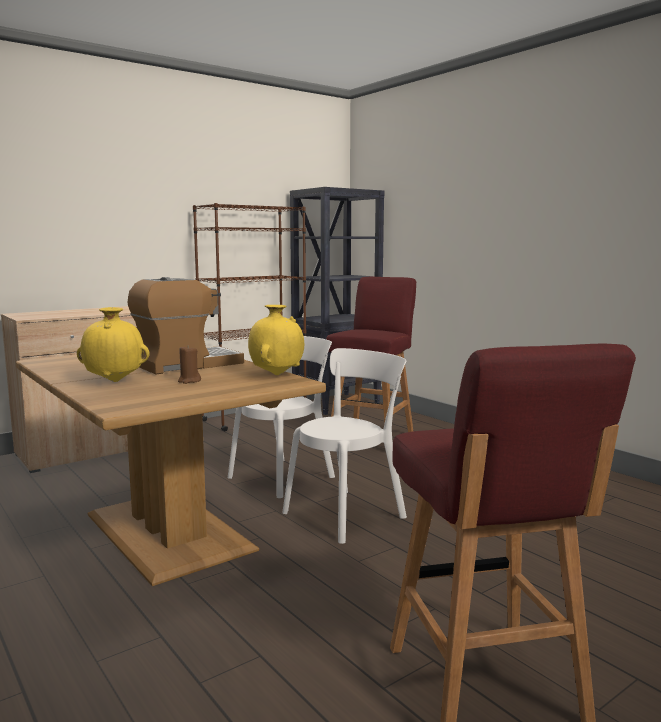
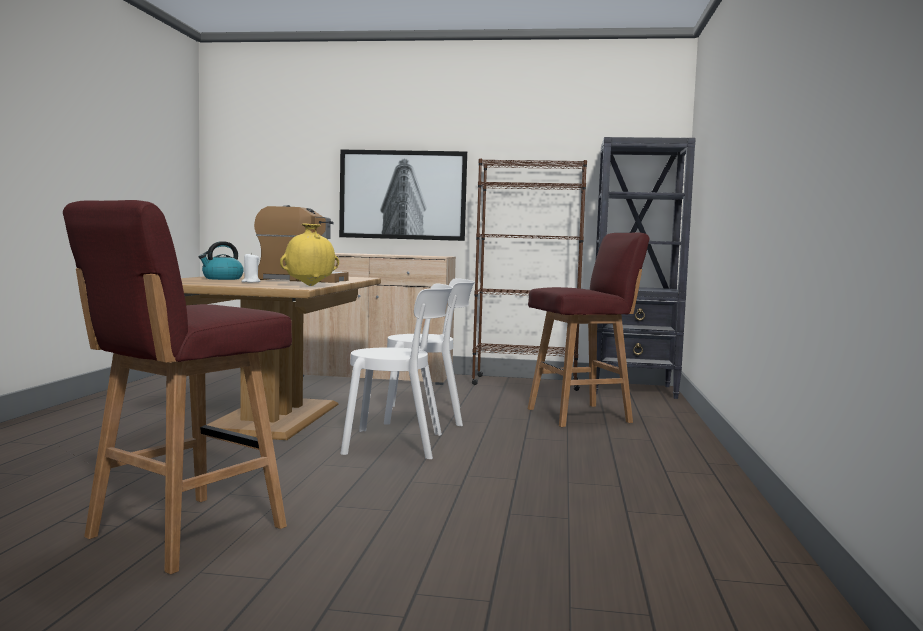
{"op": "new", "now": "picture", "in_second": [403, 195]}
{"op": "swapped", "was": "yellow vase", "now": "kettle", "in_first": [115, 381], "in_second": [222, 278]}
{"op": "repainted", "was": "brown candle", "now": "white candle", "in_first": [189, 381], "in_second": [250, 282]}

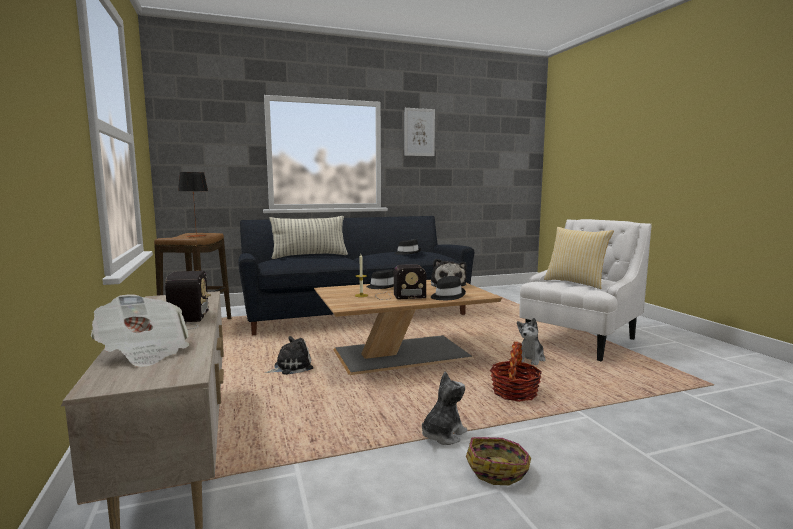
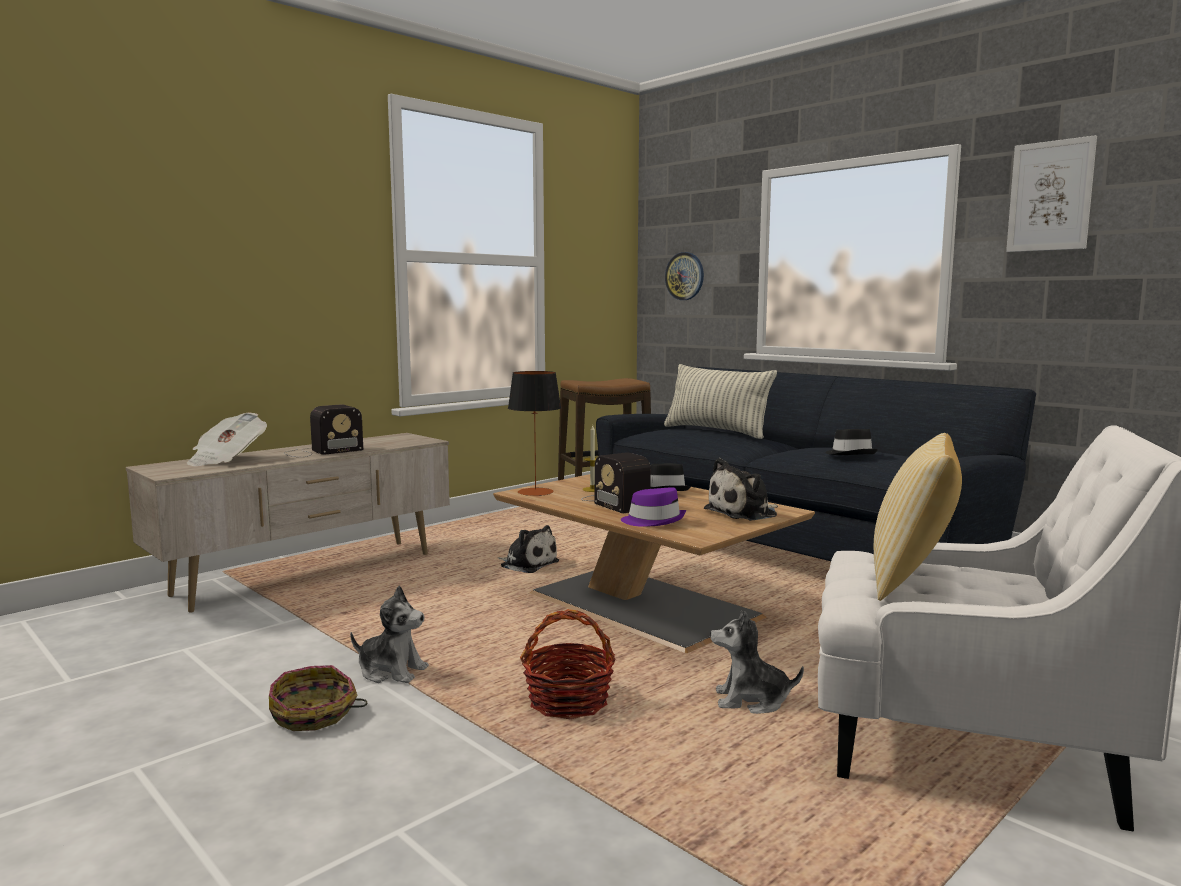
{"op": "new", "now": "wall clock", "in_second": [685, 276]}
{"op": "shifted", "was": "table lamp", "in_first": [196, 236], "in_second": [535, 492]}
{"op": "repainted", "was": "black hat", "now": "purple hat", "in_first": [447, 296], "in_second": [653, 521]}

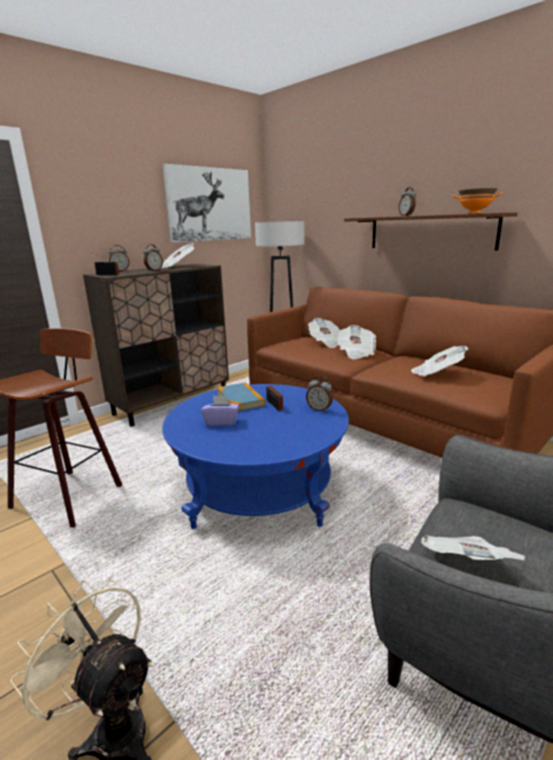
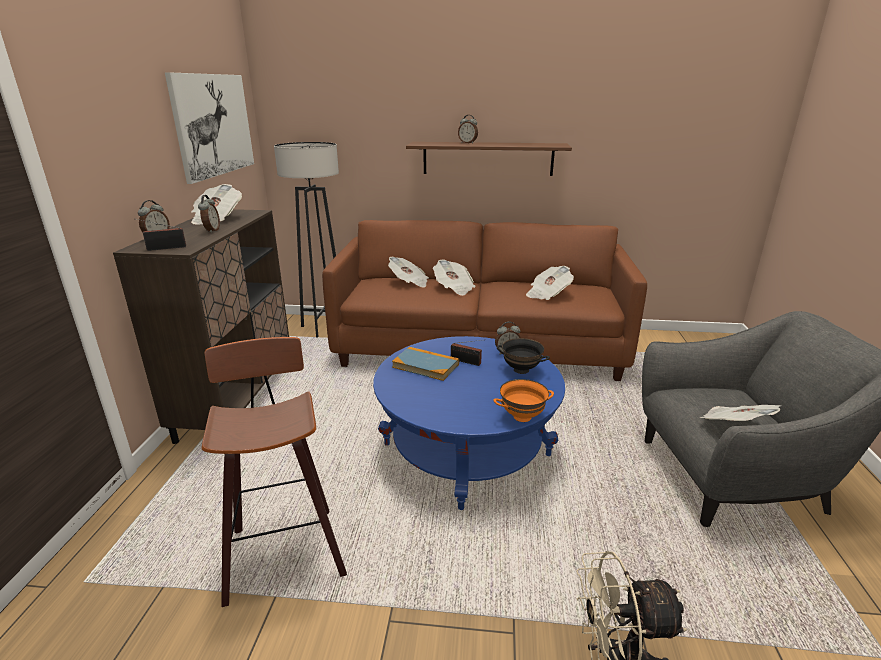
{"op": "gone", "was": "purple tissue box", "in_first": [221, 422]}
{"op": "new", "now": "black bowl", "in_second": [521, 370]}
{"op": "shifted", "was": "orange bowl", "in_first": [474, 213], "in_second": [522, 416]}

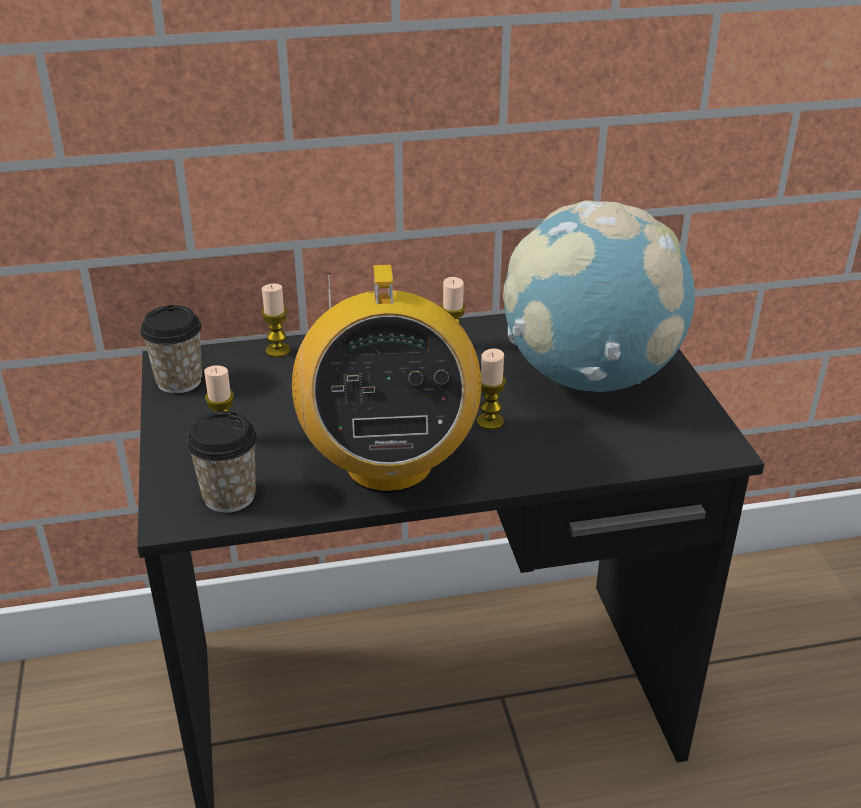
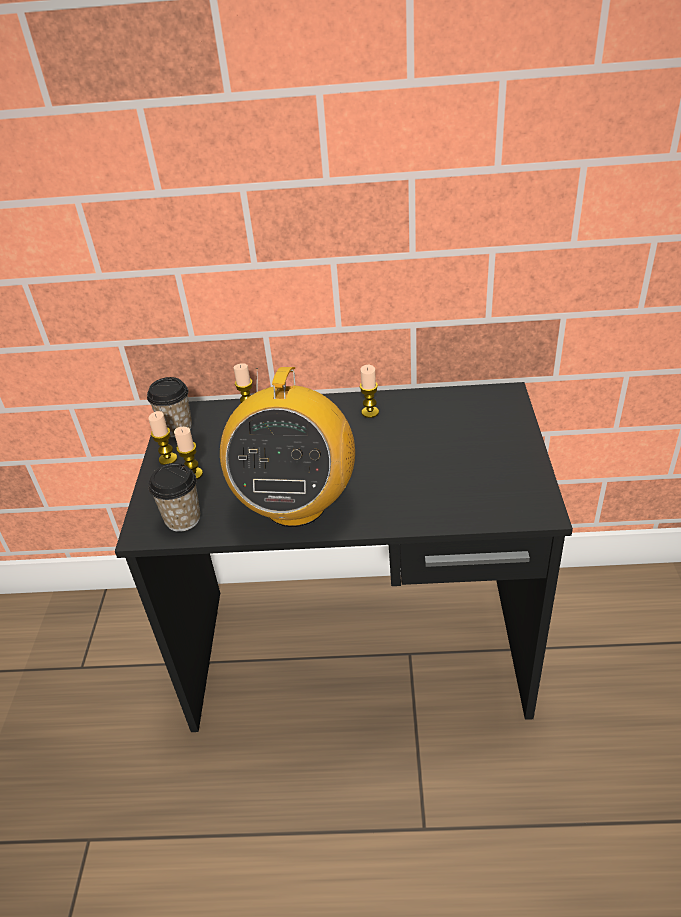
{"op": "gone", "was": "globe", "in_first": [590, 377]}
{"op": "shifted", "was": "candle", "in_first": [490, 422], "in_second": [168, 459]}

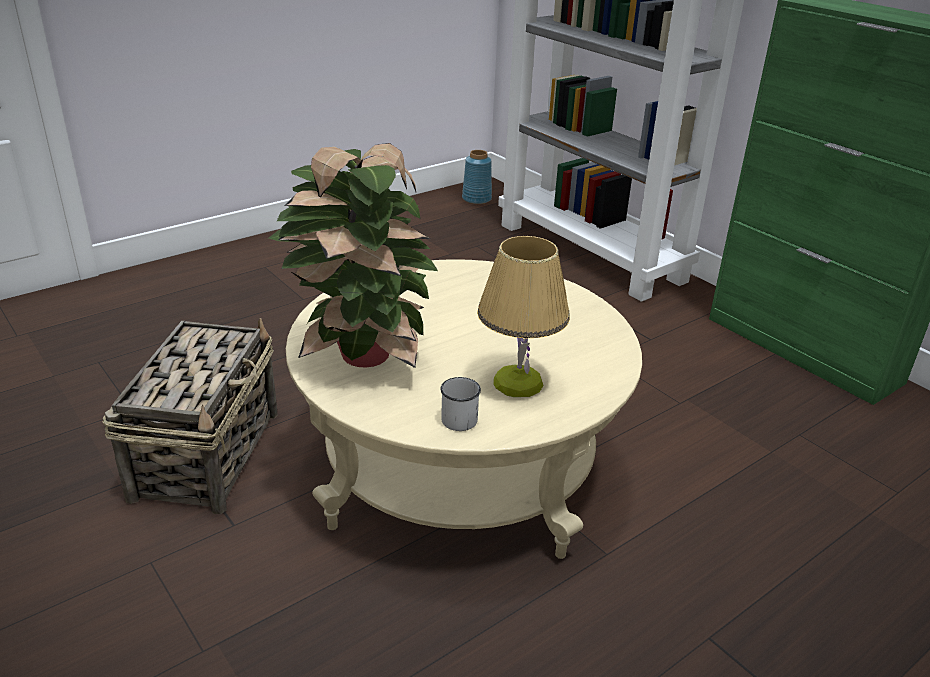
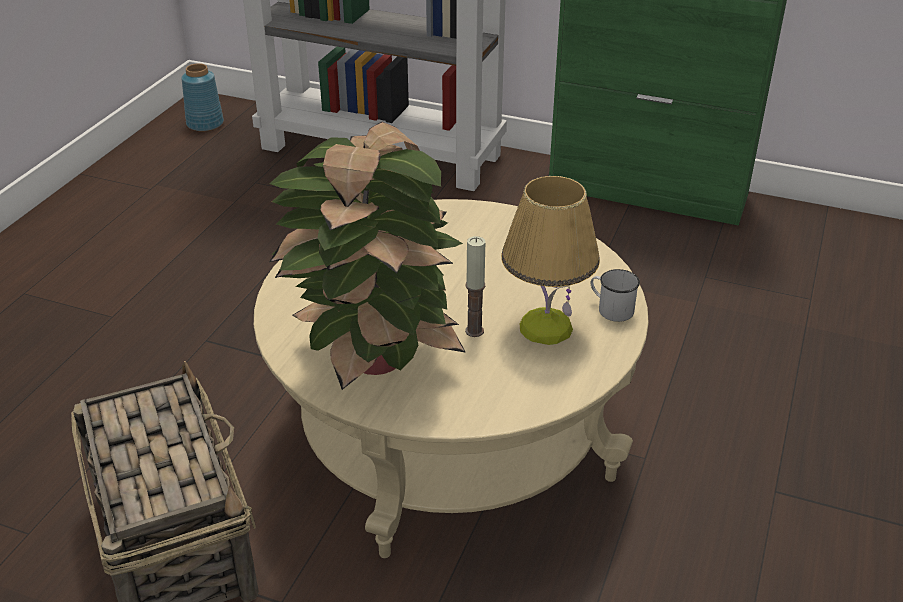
{"op": "new", "now": "candle", "in_second": [474, 331]}
{"op": "shifted", "was": "white mug", "in_first": [457, 416], "in_second": [610, 309]}

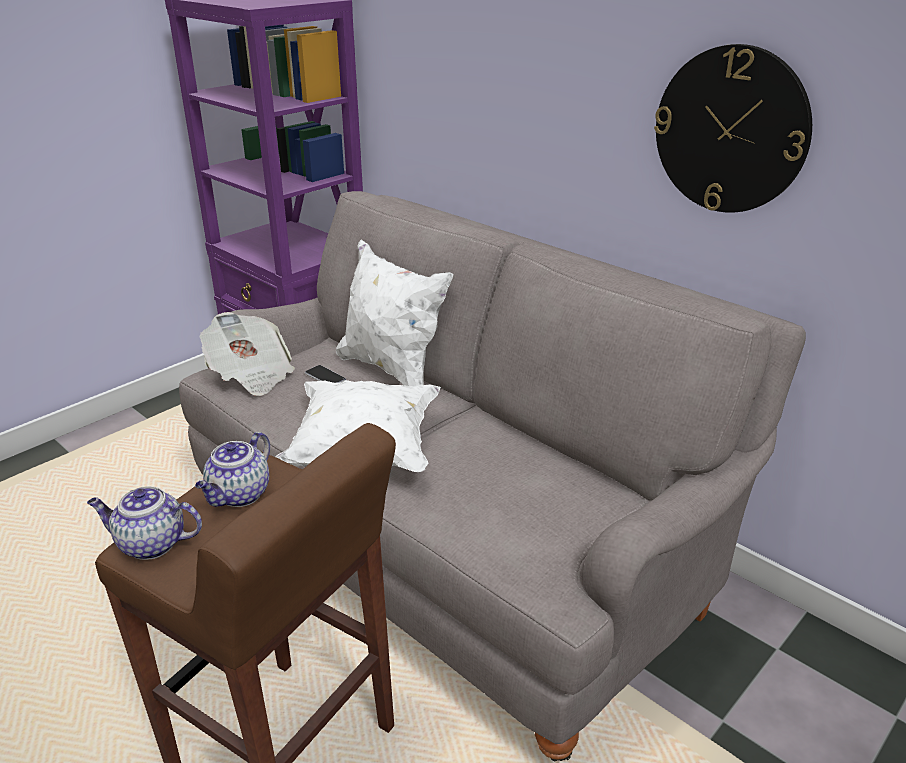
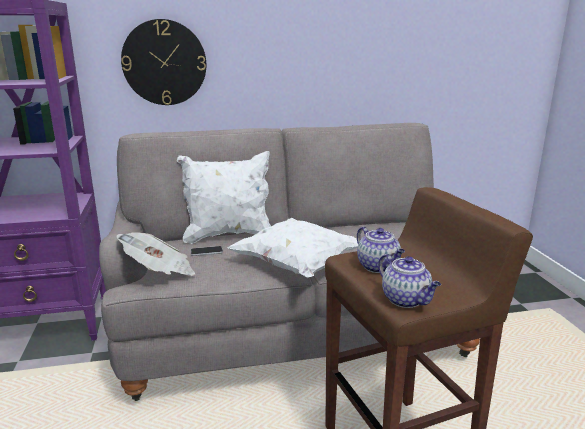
{"op": "shifted", "was": "wall clock", "in_first": [730, 130], "in_second": [164, 63]}
{"op": "rotated", "was": "teapot", "in_first": [150, 544], "in_second": [406, 300], "clockwise": -75}

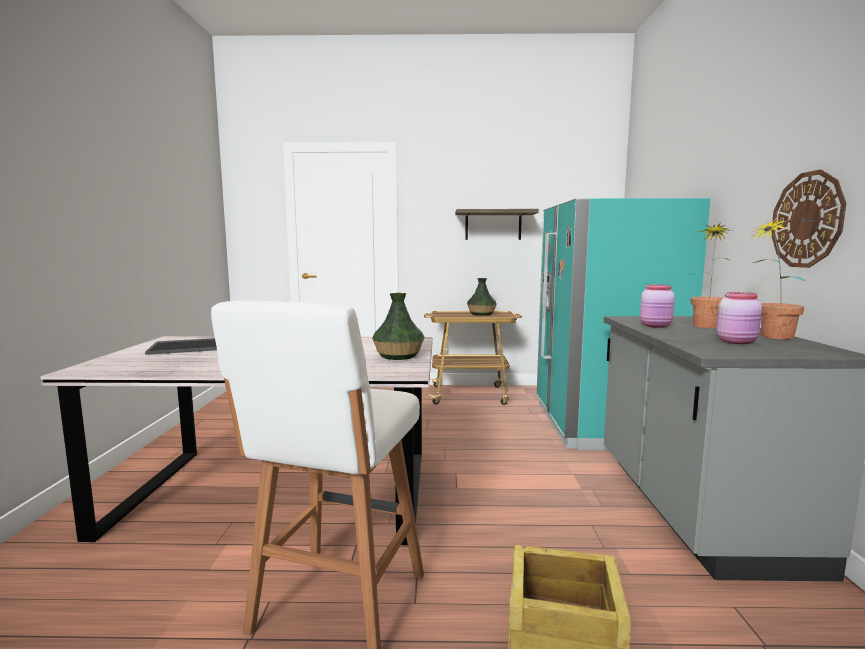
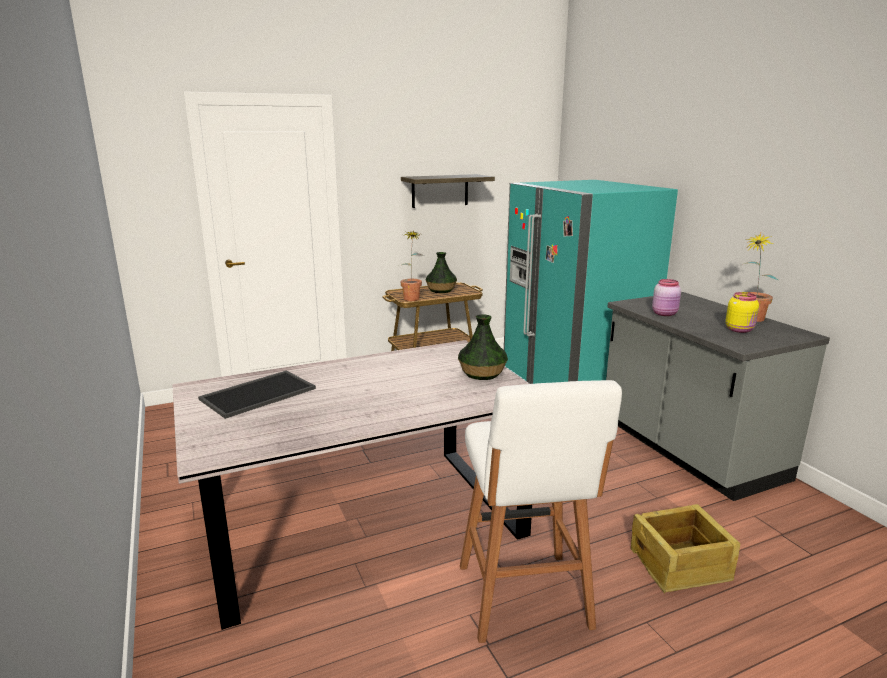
{"op": "gone", "was": "wall clock", "in_first": [807, 220]}
{"op": "shifted", "was": "potted plant", "in_first": [707, 325], "in_second": [412, 297]}
{"op": "repainted", "was": "pink jar", "now": "yellow jar", "in_first": [737, 342], "in_second": [740, 330]}

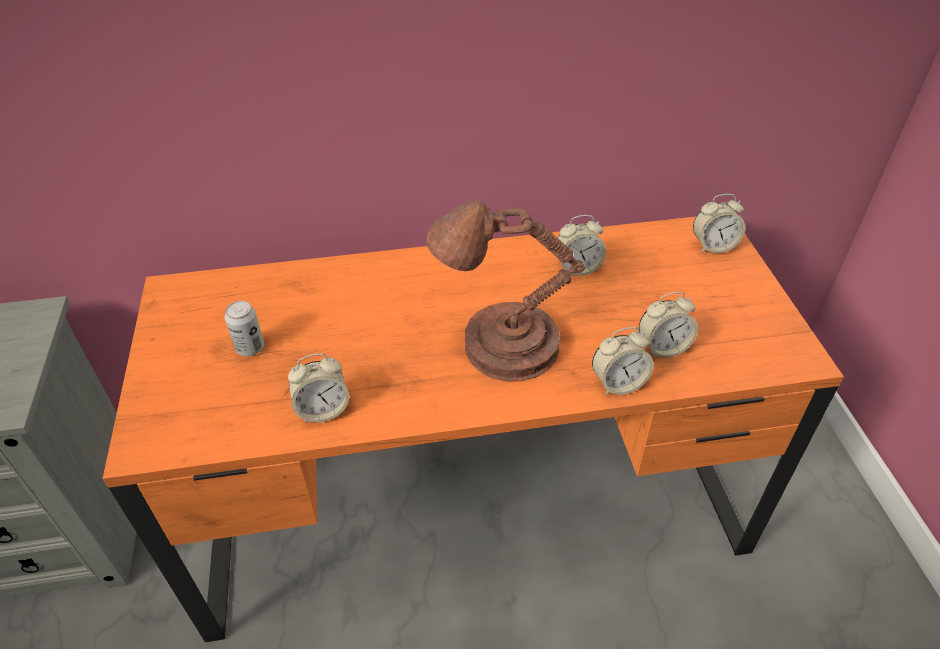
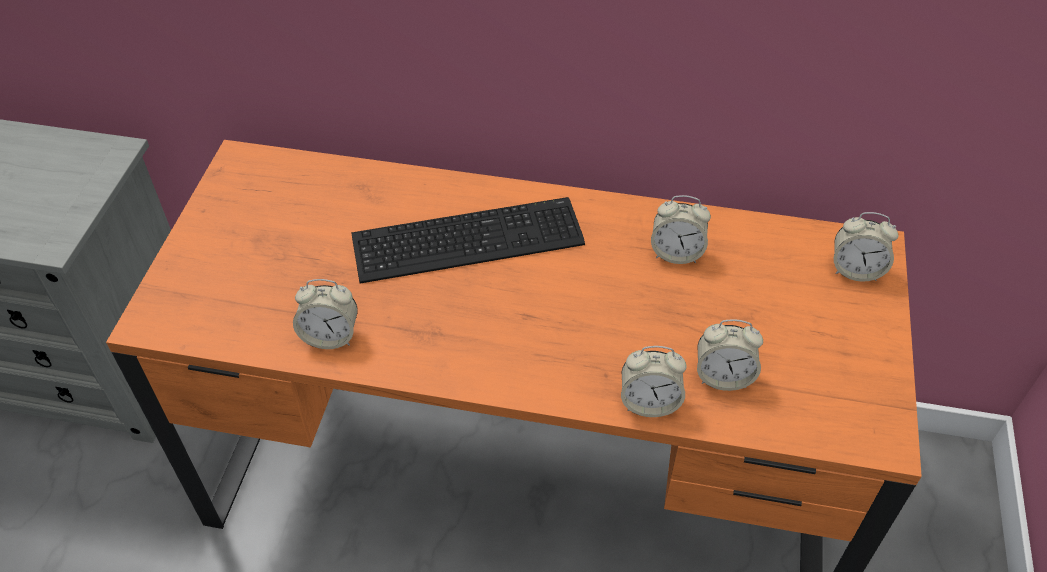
{"op": "gone", "was": "can", "in_first": [250, 348]}
{"op": "gone", "was": "brown table lamp", "in_first": [503, 347]}
{"op": "new", "now": "keyboard", "in_second": [464, 237]}

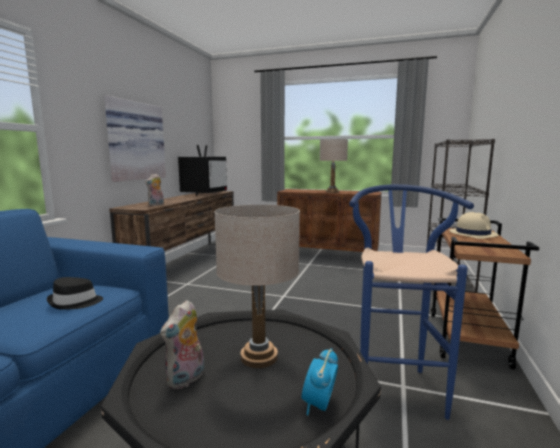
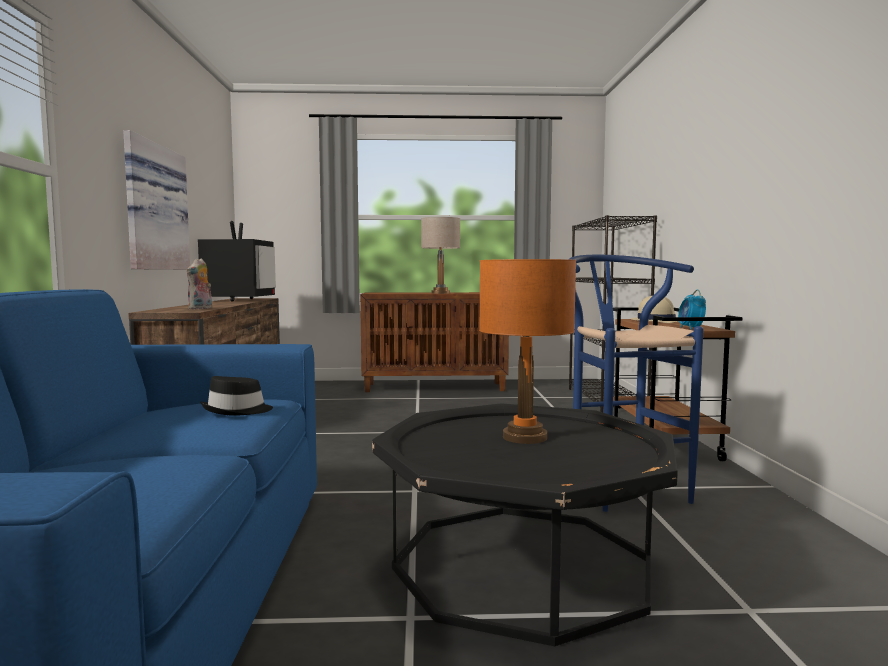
{"op": "gone", "was": "plush toy", "in_first": [186, 379]}
{"op": "shifted", "was": "alarm clock", "in_first": [319, 405], "in_second": [690, 328]}
{"op": "repainted", "was": "beige table lamp", "now": "orange table lamp", "in_first": [259, 357], "in_second": [525, 437]}

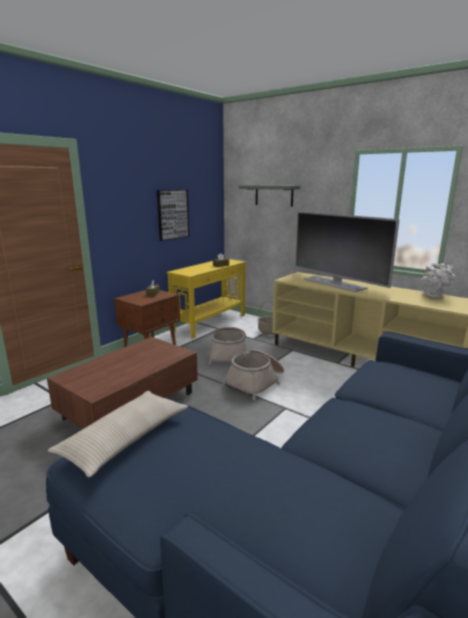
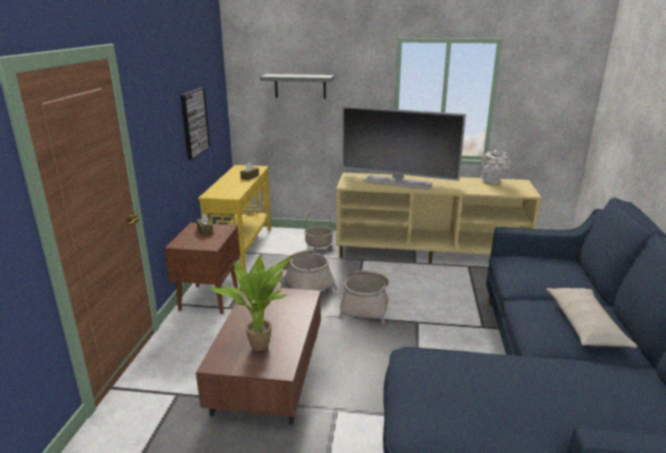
{"op": "new", "now": "potted plant", "in_second": [260, 344]}
{"op": "shifted", "was": "beige pillow", "in_first": [125, 439], "in_second": [585, 325]}

